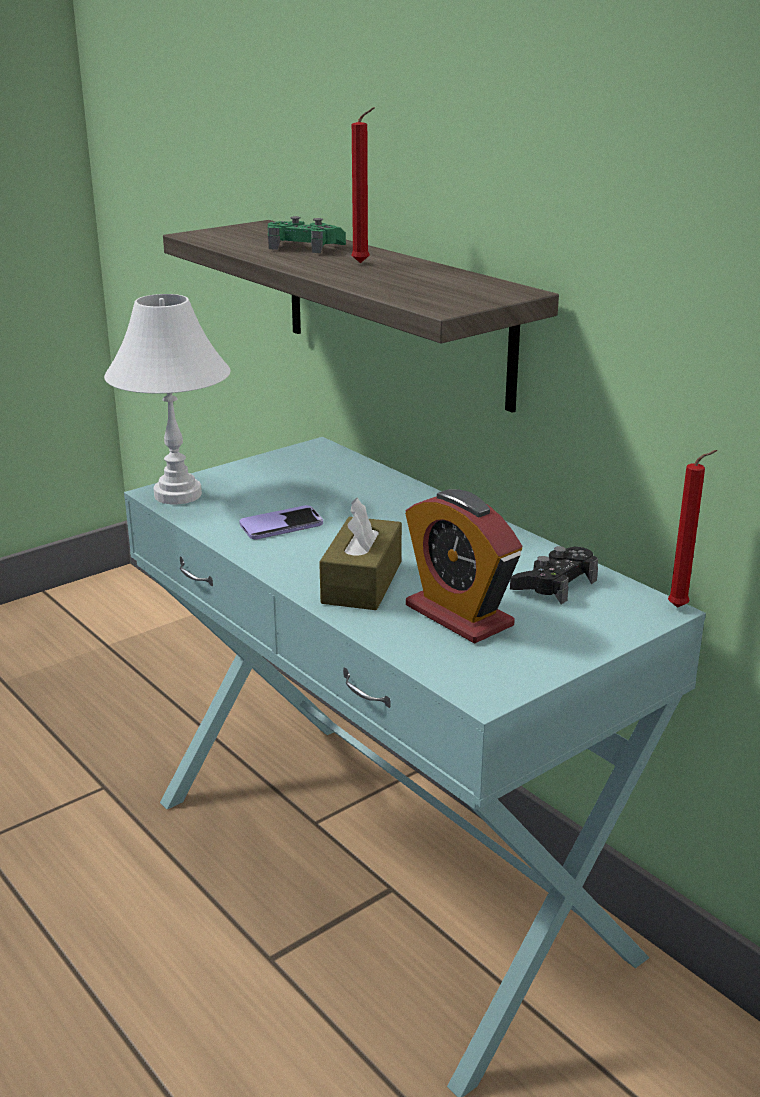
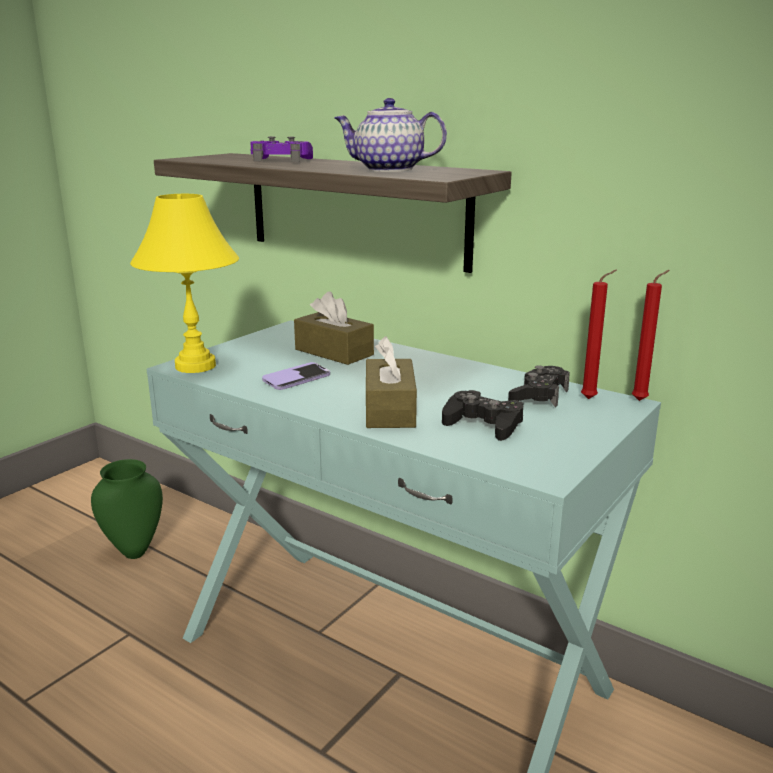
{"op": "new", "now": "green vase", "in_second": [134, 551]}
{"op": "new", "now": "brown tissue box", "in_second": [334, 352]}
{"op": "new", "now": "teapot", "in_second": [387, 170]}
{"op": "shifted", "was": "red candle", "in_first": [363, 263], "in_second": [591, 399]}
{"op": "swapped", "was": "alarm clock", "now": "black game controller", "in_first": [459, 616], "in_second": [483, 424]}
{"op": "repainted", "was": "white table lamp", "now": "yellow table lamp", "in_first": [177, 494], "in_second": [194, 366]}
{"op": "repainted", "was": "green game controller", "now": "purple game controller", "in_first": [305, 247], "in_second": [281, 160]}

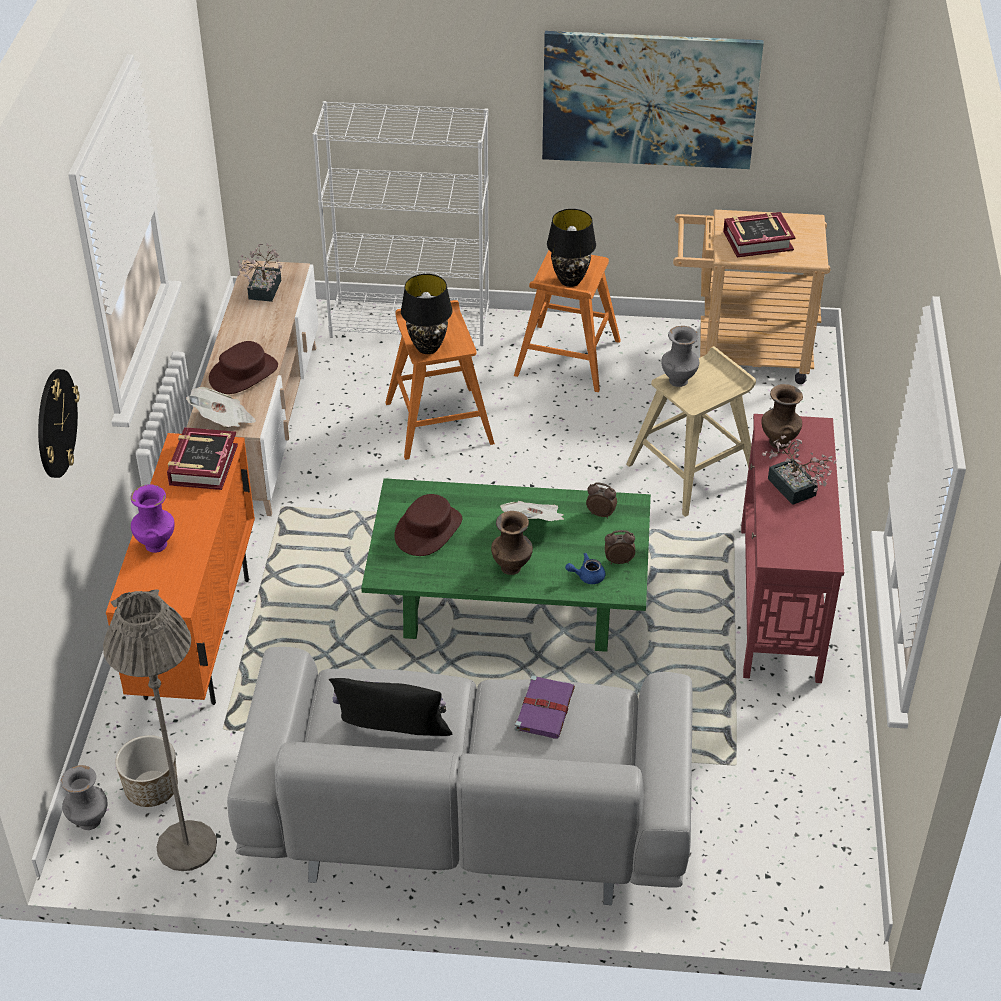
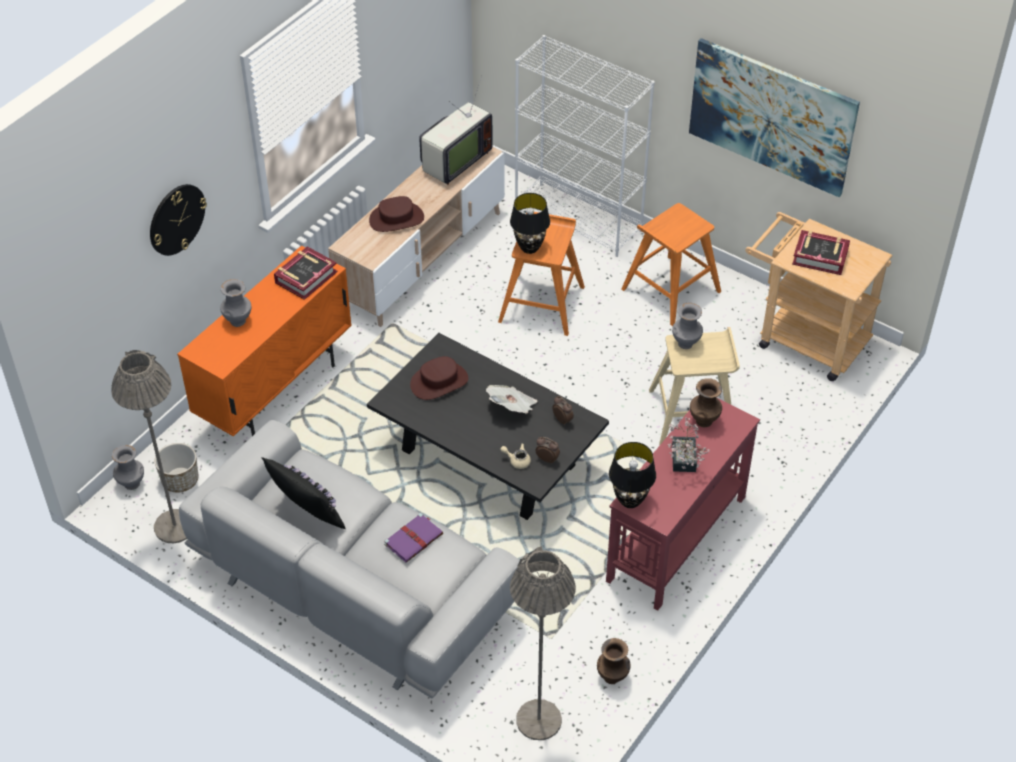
{"op": "gone", "was": "newspaper", "in_first": [223, 421]}
{"op": "new", "now": "grey floor lamp", "in_second": [538, 720]}
{"op": "shifted", "was": "brown vase", "in_first": [512, 567], "in_second": [613, 677]}
{"op": "shifted", "was": "black table lamp", "in_first": [570, 280], "in_second": [630, 500]}
{"op": "swapped", "was": "potted plant", "now": "television", "in_first": [263, 292], "in_second": [454, 162]}
{"op": "repainted", "was": "purple vase", "now": "grey vase", "in_first": [156, 544], "in_second": [238, 320]}
{"op": "repainted", "was": "green coffee table", "now": "black coffee table", "in_first": [509, 605], "in_second": [487, 458]}
{"op": "repainted", "was": "blue teapot", "now": "beige teapot", "in_first": [587, 576], "in_second": [517, 460]}

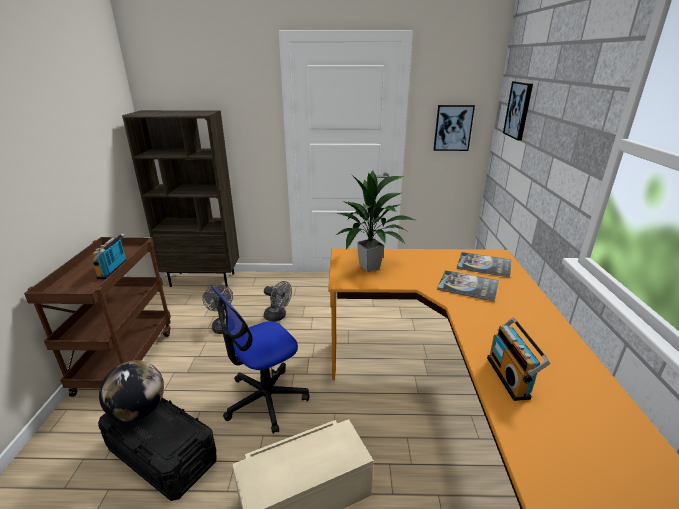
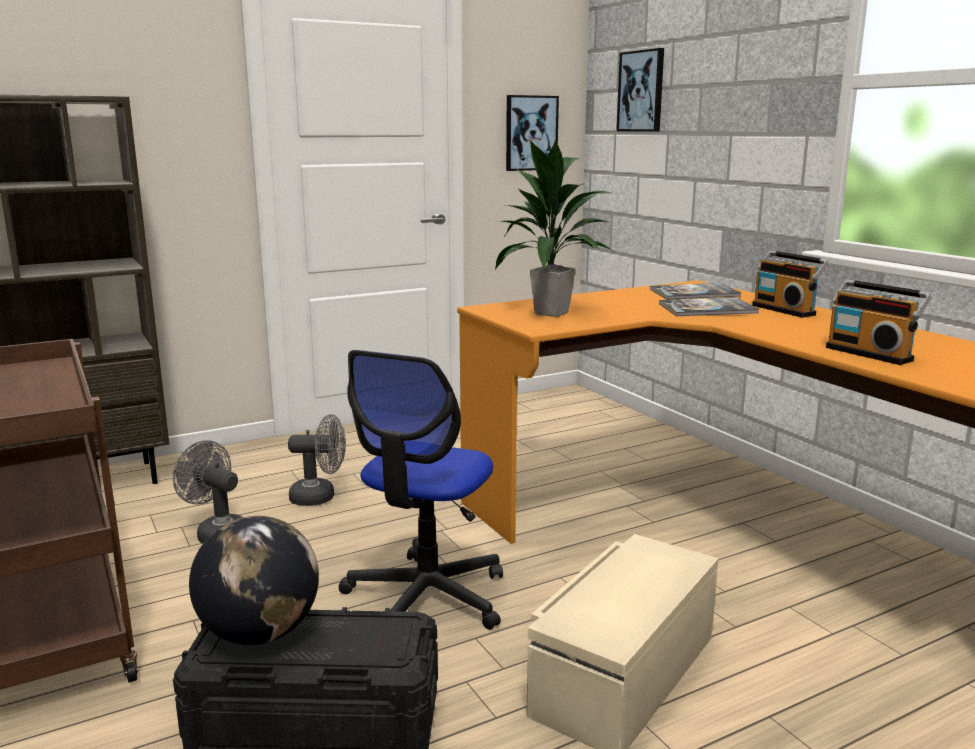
{"op": "shifted", "was": "radio", "in_first": [114, 269], "in_second": [785, 310]}

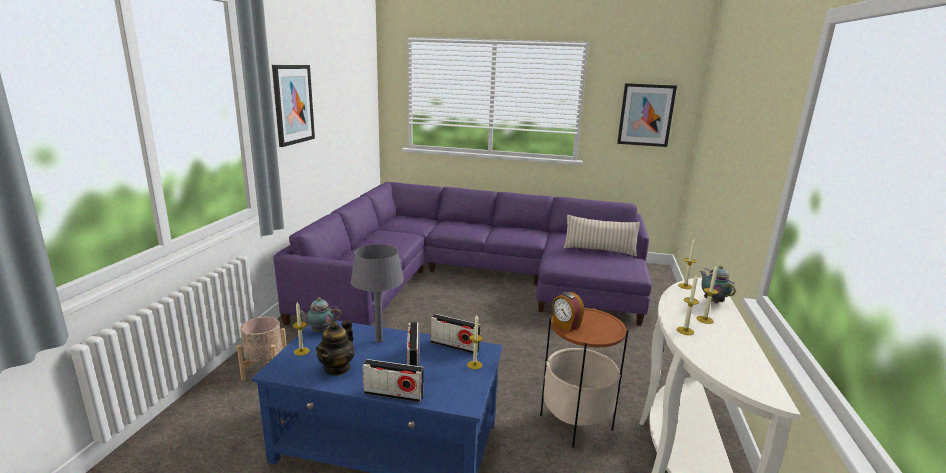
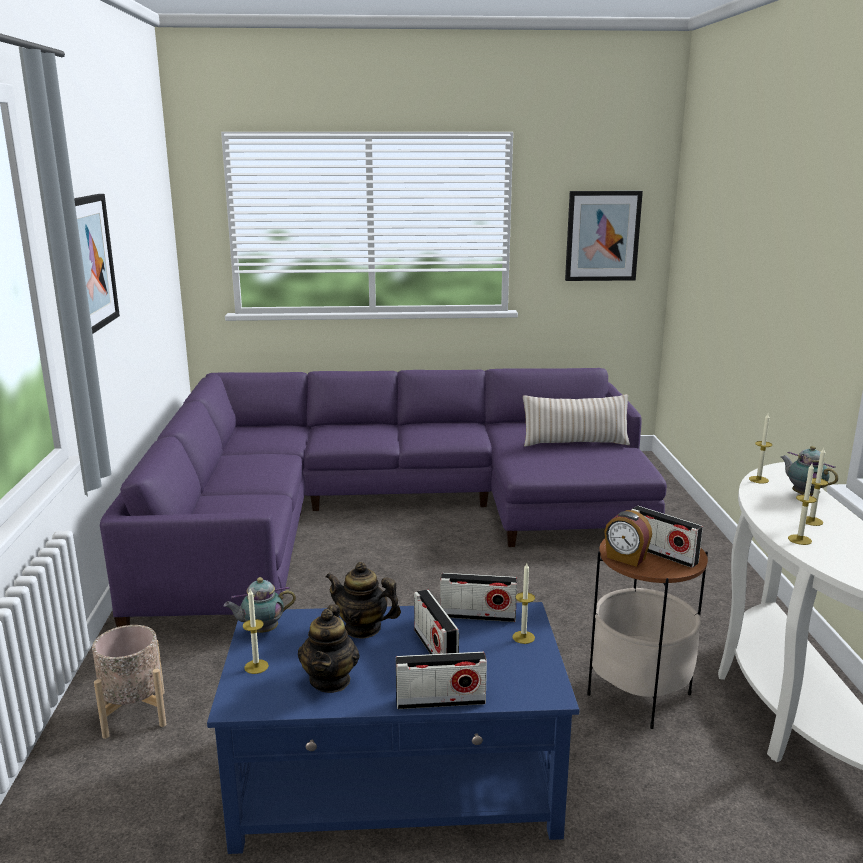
{"op": "new", "now": "radio", "in_second": [662, 554]}
{"op": "swapped", "was": "grey table lamp", "now": "teapot", "in_first": [378, 340], "in_second": [363, 628]}

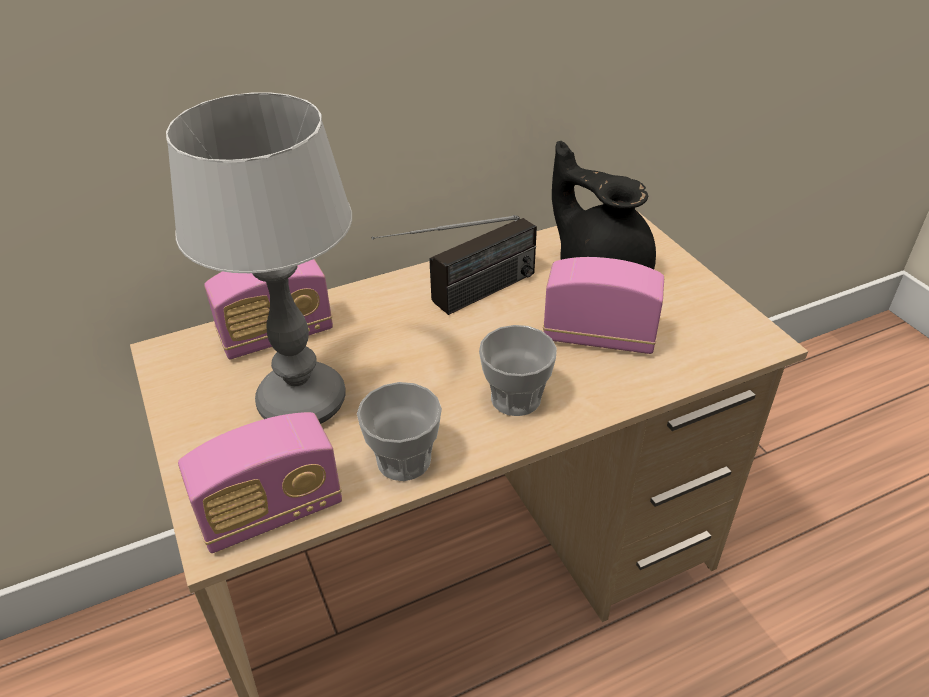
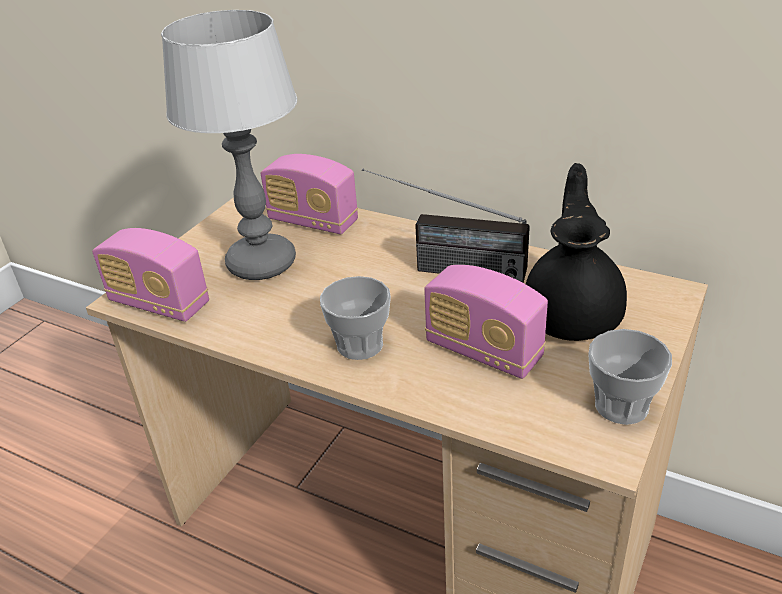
{"op": "shifted", "was": "cup", "in_first": [404, 460], "in_second": [621, 406]}
{"op": "rotated", "was": "radio", "in_first": [598, 337], "in_second": [483, 351], "clockwise": 150}

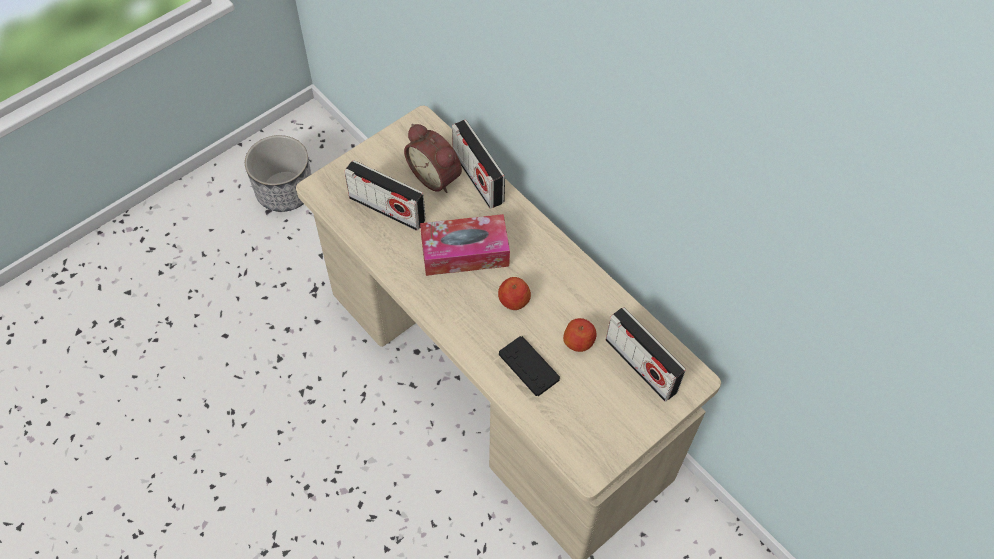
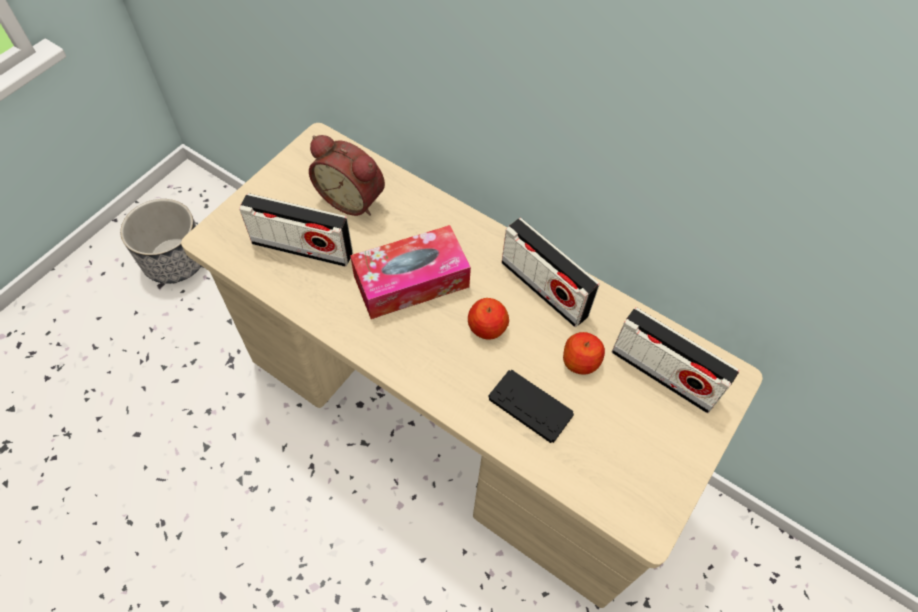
{"op": "shifted", "was": "radio", "in_first": [478, 178], "in_second": [544, 289]}

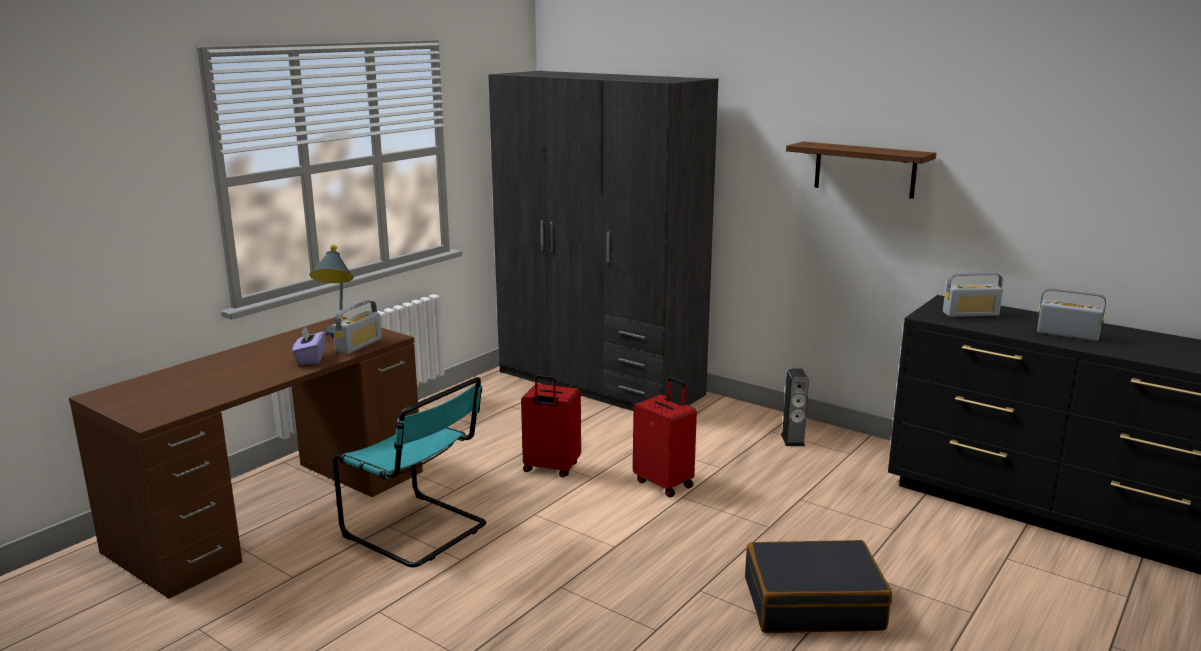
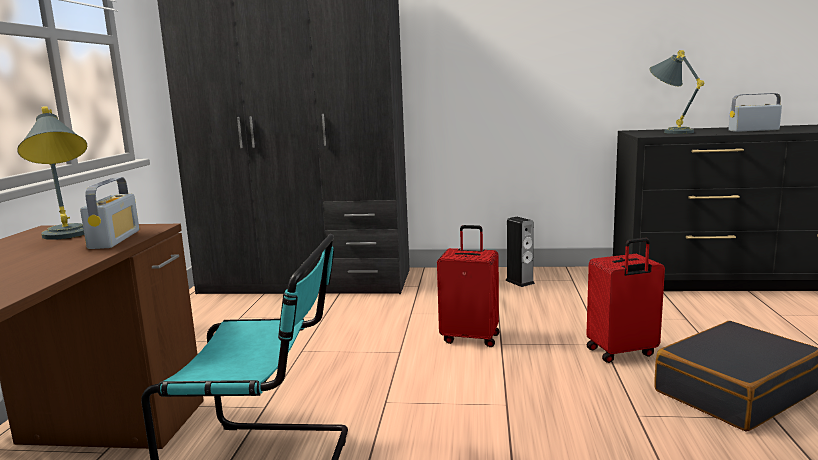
{"op": "gone", "was": "purple tissue box", "in_first": [310, 359]}
{"op": "gone", "was": "brown shelf", "in_first": [864, 169]}
{"op": "shifted", "was": "red suitcase", "in_first": [551, 468], "in_second": [622, 352]}
{"op": "swapped", "was": "radio", "now": "grey table lamp", "in_first": [970, 314], "in_second": [669, 132]}

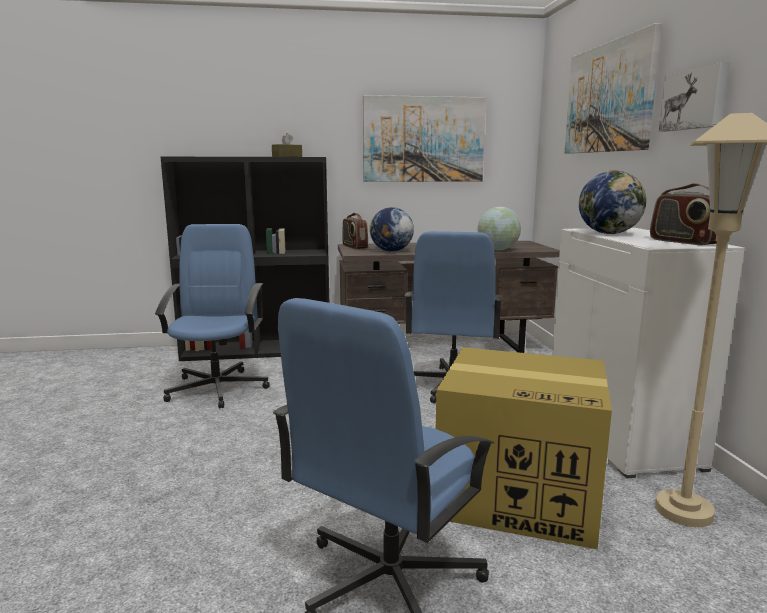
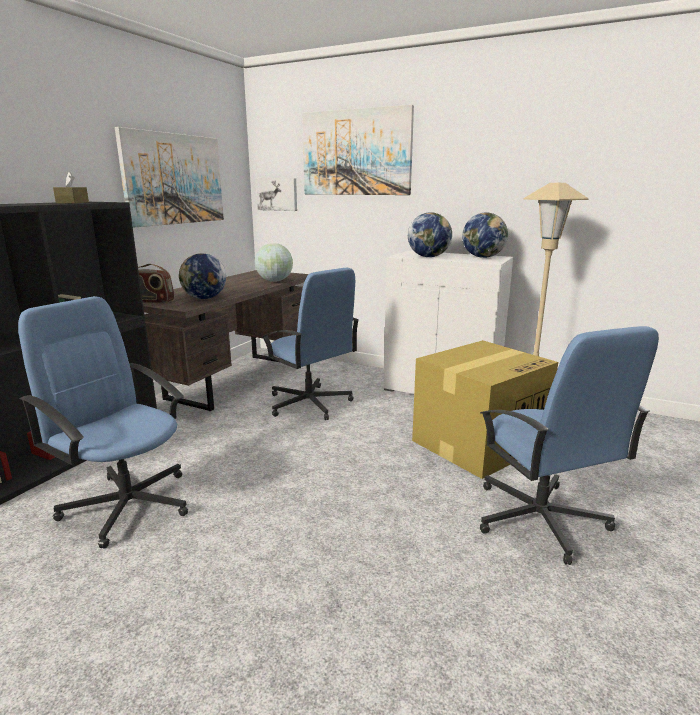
{"op": "shifted", "was": "picture", "in_first": [694, 99], "in_second": [277, 194]}
{"op": "swapped", "was": "radio", "now": "globe", "in_first": [683, 242], "in_second": [483, 257]}

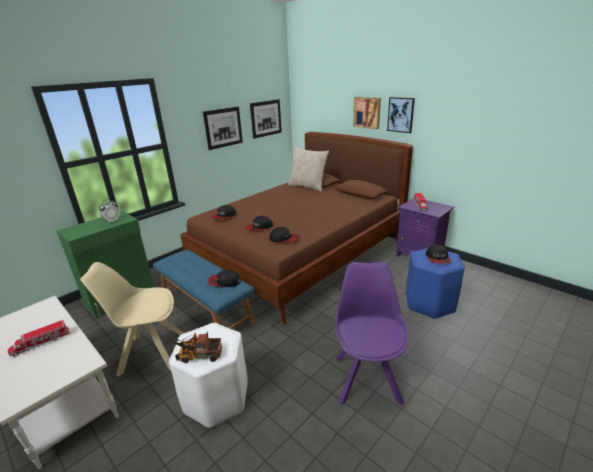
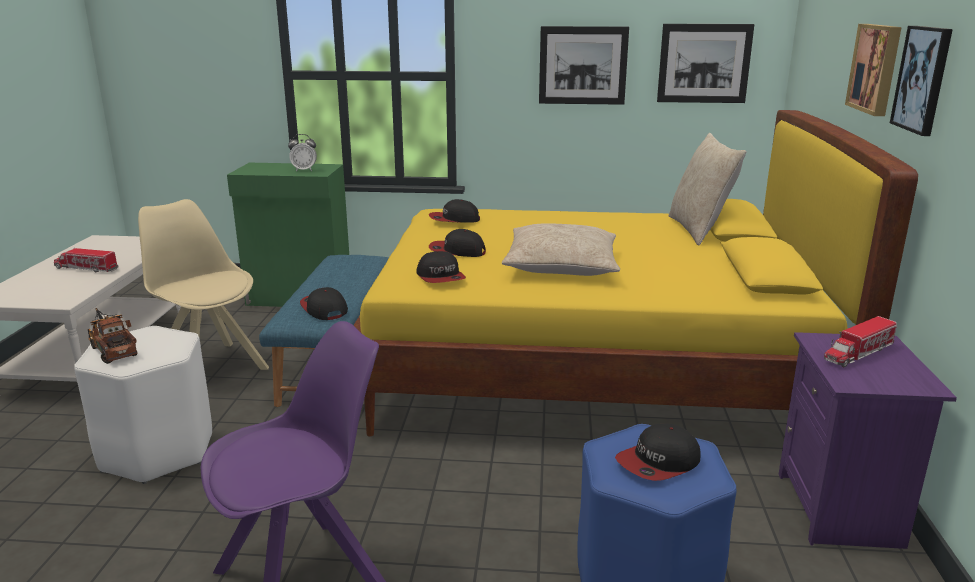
{"op": "new", "now": "beige pillow", "in_second": [561, 265]}
{"op": "repainted", "was": "brown bed", "now": "yellow bed", "in_first": [300, 256], "in_second": [591, 369]}

